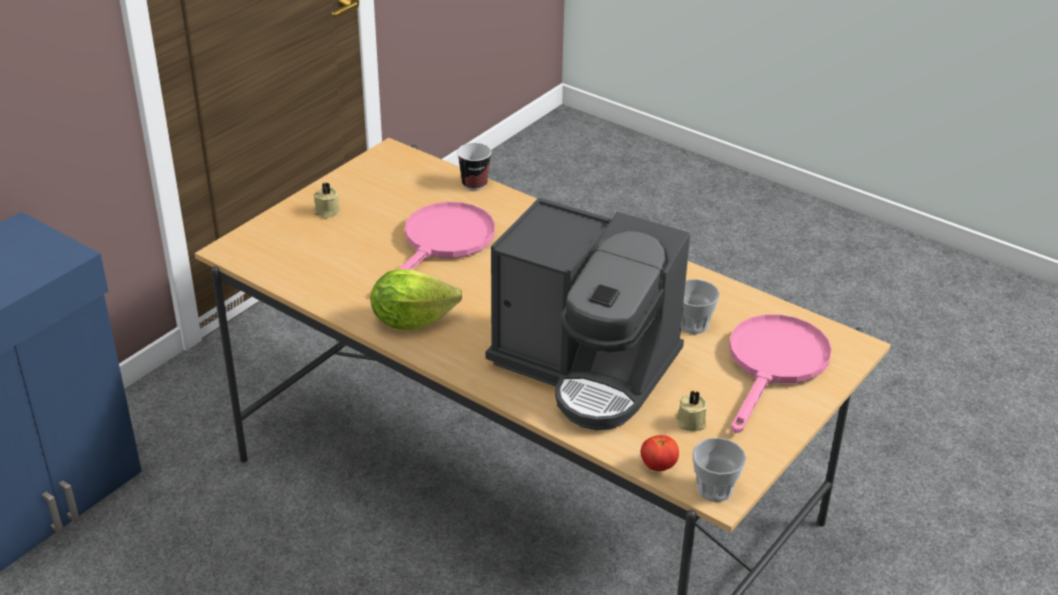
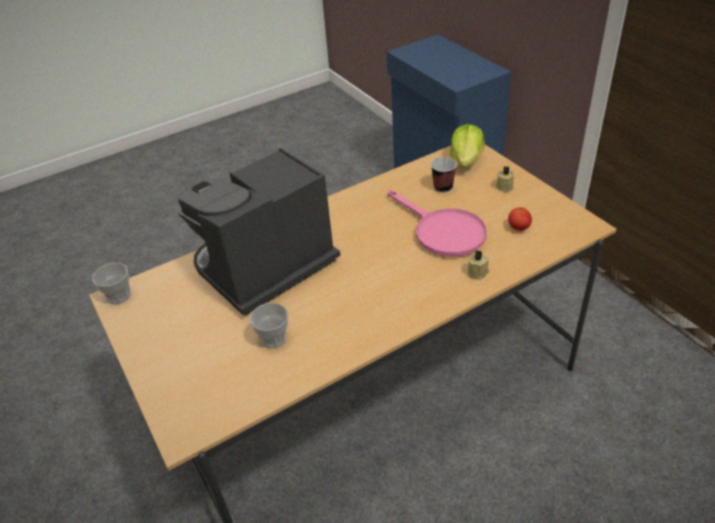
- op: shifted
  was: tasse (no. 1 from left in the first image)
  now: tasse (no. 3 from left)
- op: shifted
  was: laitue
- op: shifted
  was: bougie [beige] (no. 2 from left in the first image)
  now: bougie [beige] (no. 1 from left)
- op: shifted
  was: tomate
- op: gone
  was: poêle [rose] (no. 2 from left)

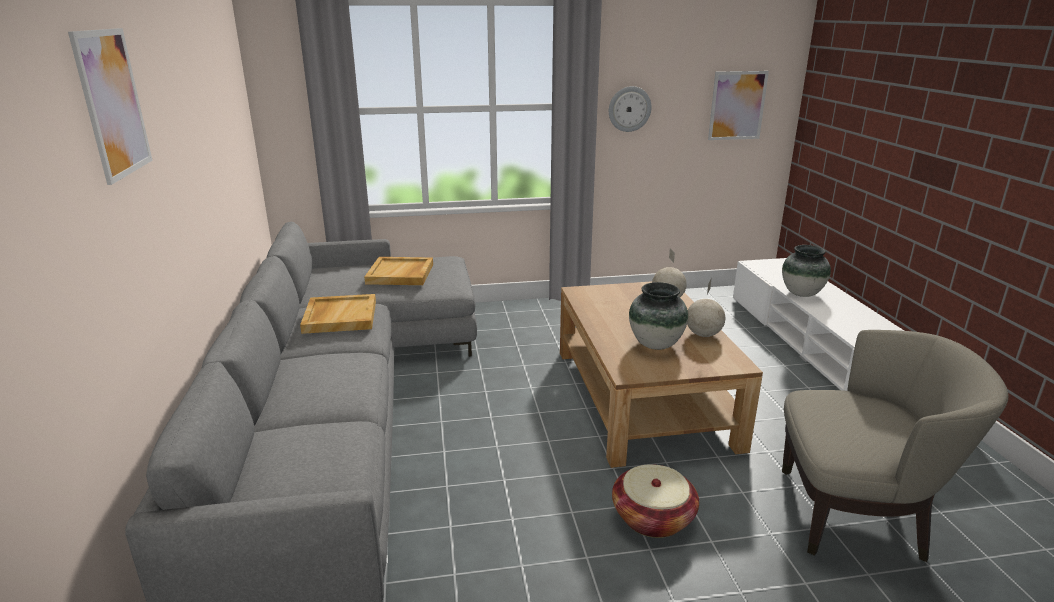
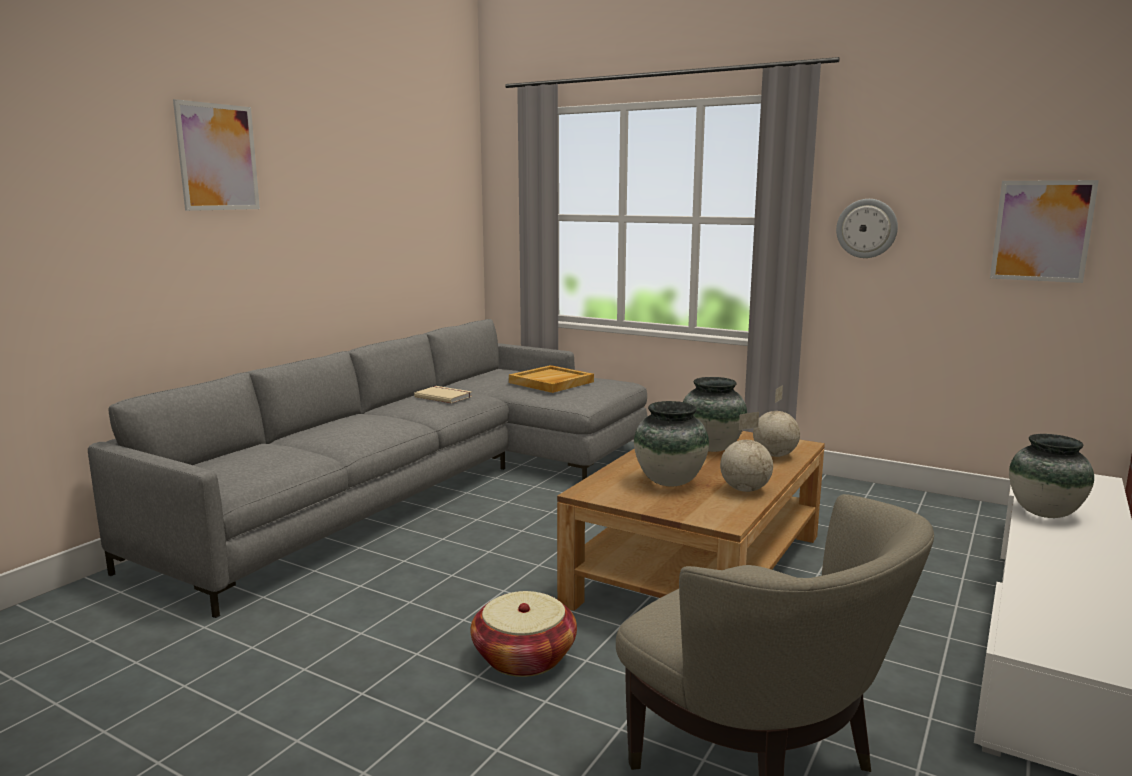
- op: swapped
  was: plateau [beige] (no. 1 from left)
  now: livre [beige]
- op: new
  now: vase (no. 2 from left)

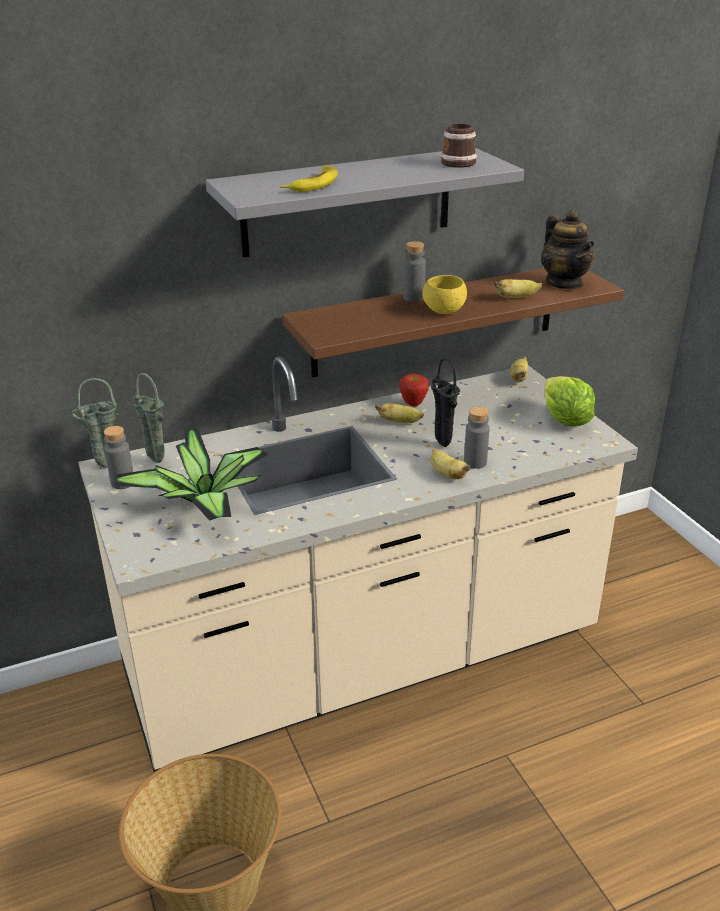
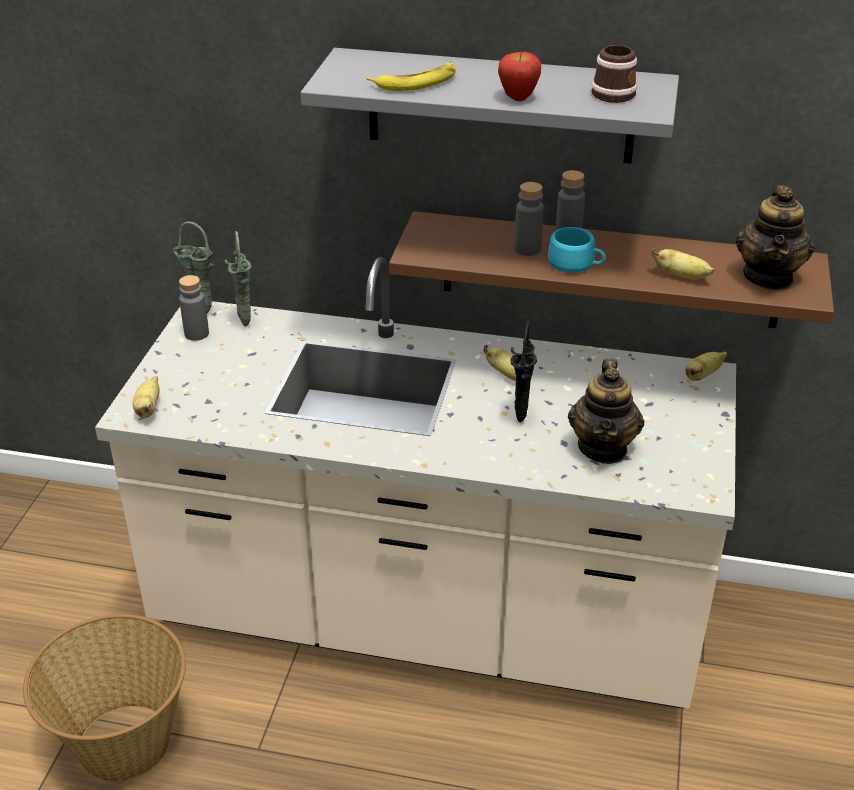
- op: shifted
  was: banane (no. 3 from left in the first image)
  now: banane (no. 1 from left)
- op: shifted
  was: pomme
- op: shifted
  was: bouteille [gris] (no. 3 from left in the first image)
  now: bouteille [gris] (no. 2 from left)
- op: swapped
  was: bol [jaune]
  now: tasse [turquoise]
- op: new
  now: théière (no. 1 from left)
- op: gone
  was: plante en pot
- op: gone
  was: laitue

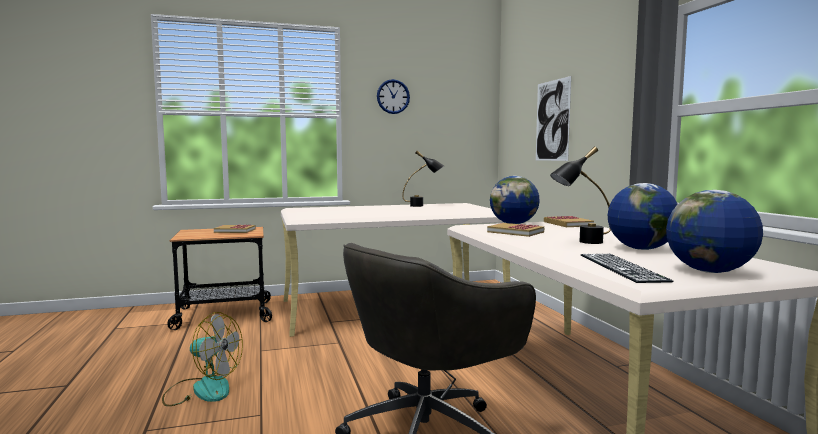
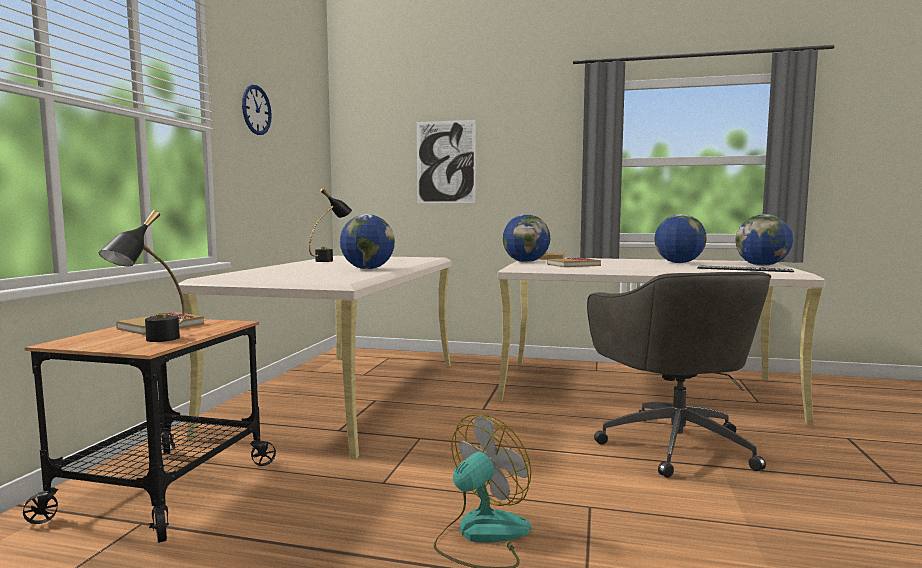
- op: shifted
  was: lampe de table [noir] (no. 2 from left in the first image)
  now: lampe de table [noir] (no. 1 from left)
- op: new
  now: globe (no. 1 from left)

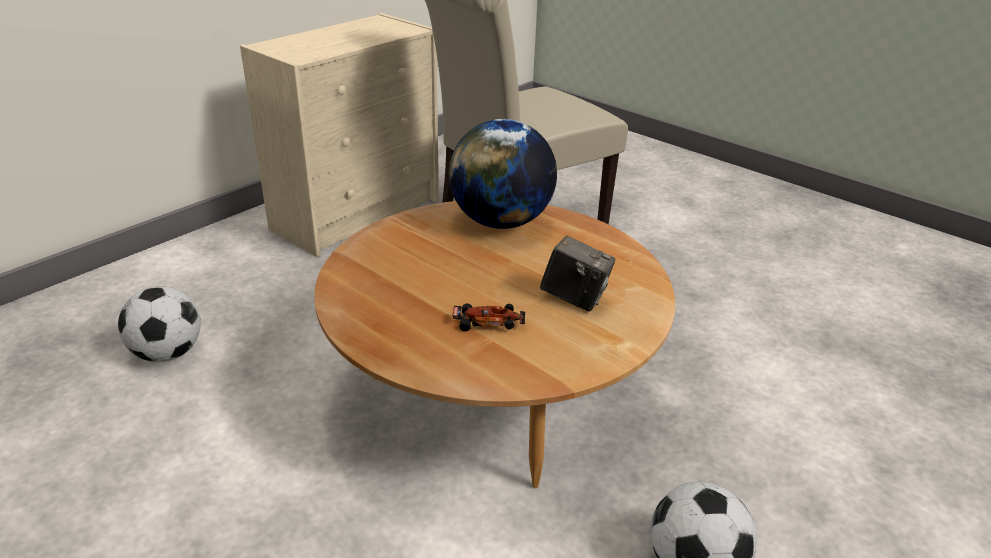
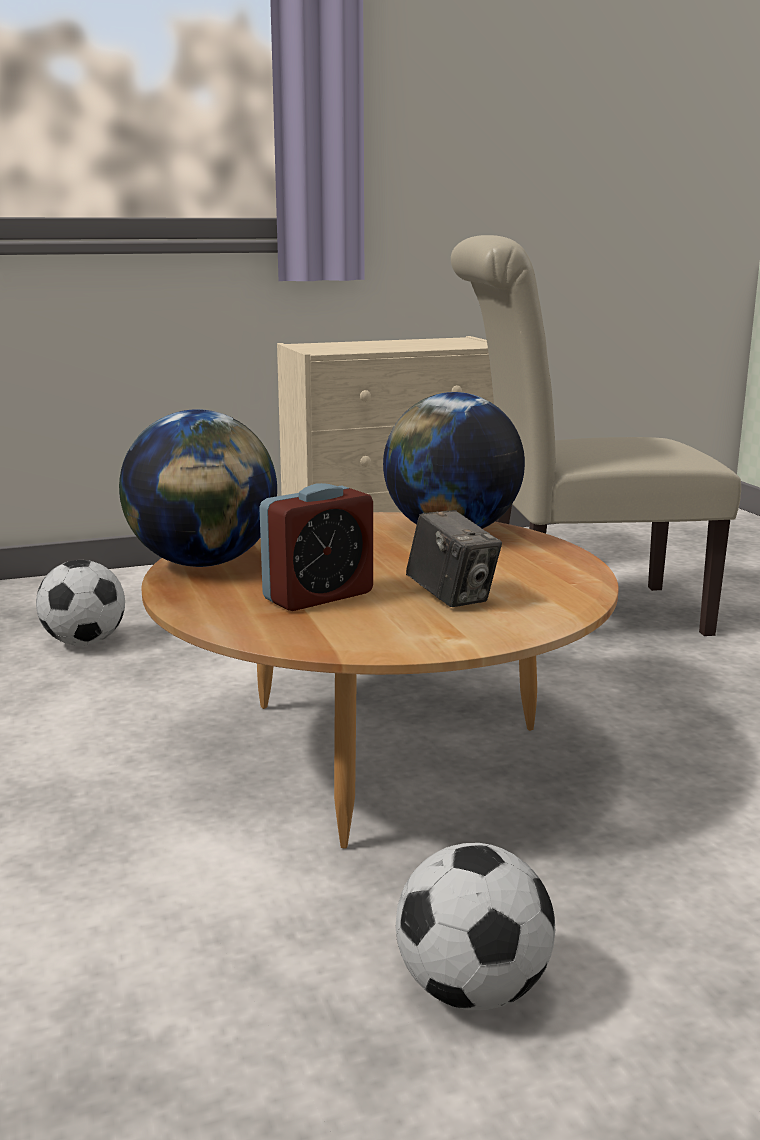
- op: new
  now: globe (no. 1 from left)
- op: swapped
  was: petite voiture
  now: réveil

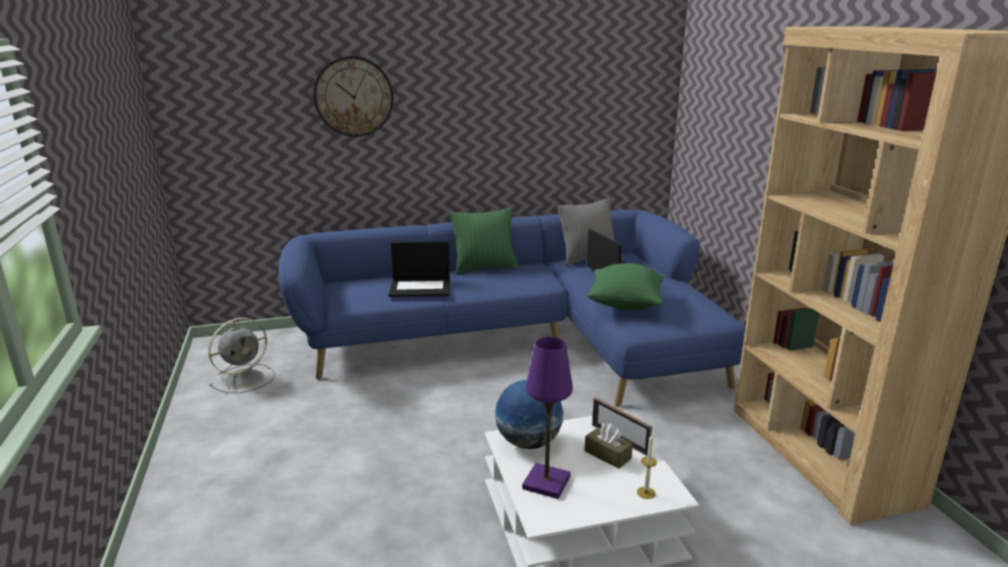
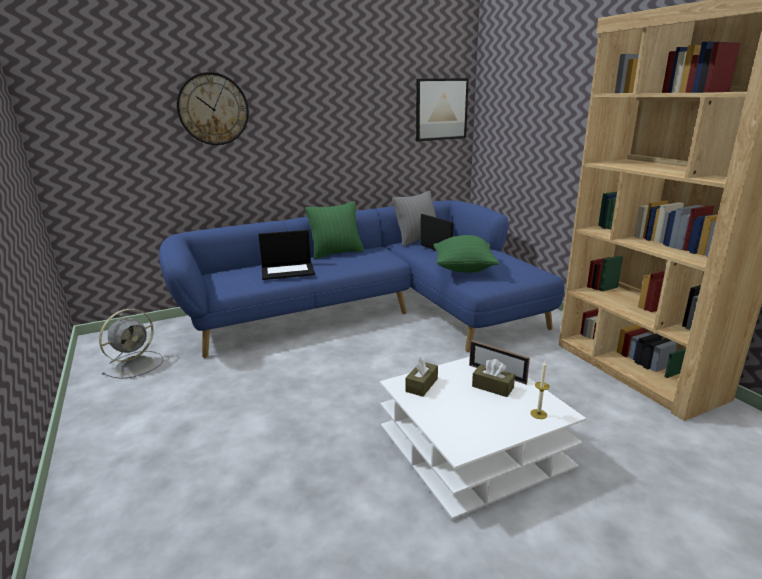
- op: swapped
  was: globe
  now: boîte à mouchoirs [marron] (no. 1 from left)
- op: new
  now: tableau
- op: gone
  was: lampe de table [violet]

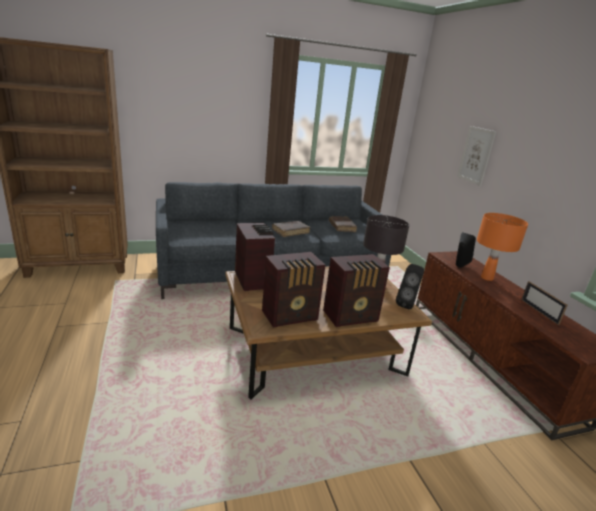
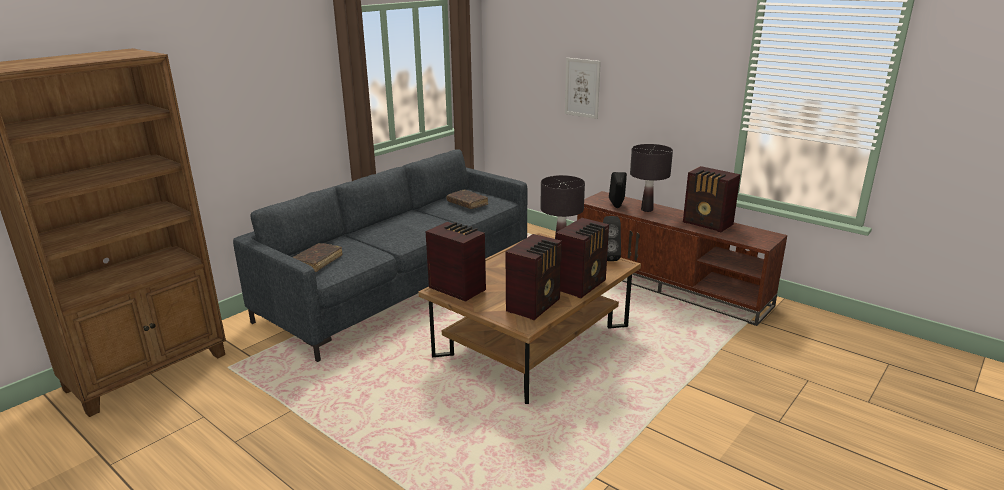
- op: shifted
  was: livre [marron] (no. 1 from left)
- op: repainted
  was: lampe de table [orange]
  now: lampe de table [noir] (no. 2 from left)
- op: swapped
  was: cadre photo
  now: radio (no. 4 from left)

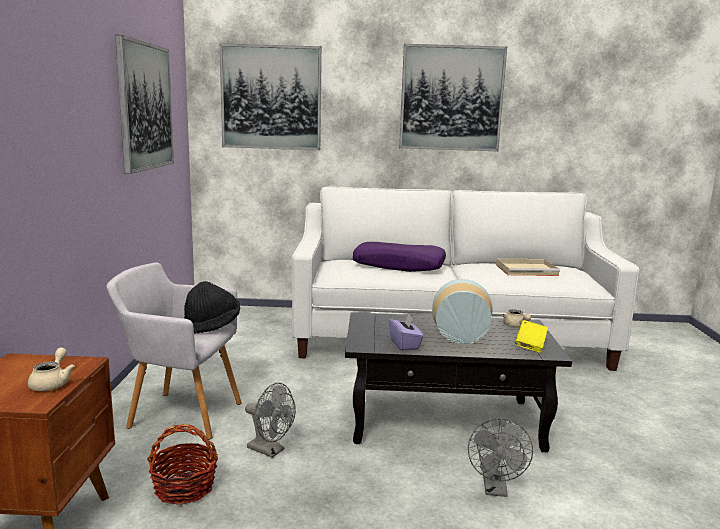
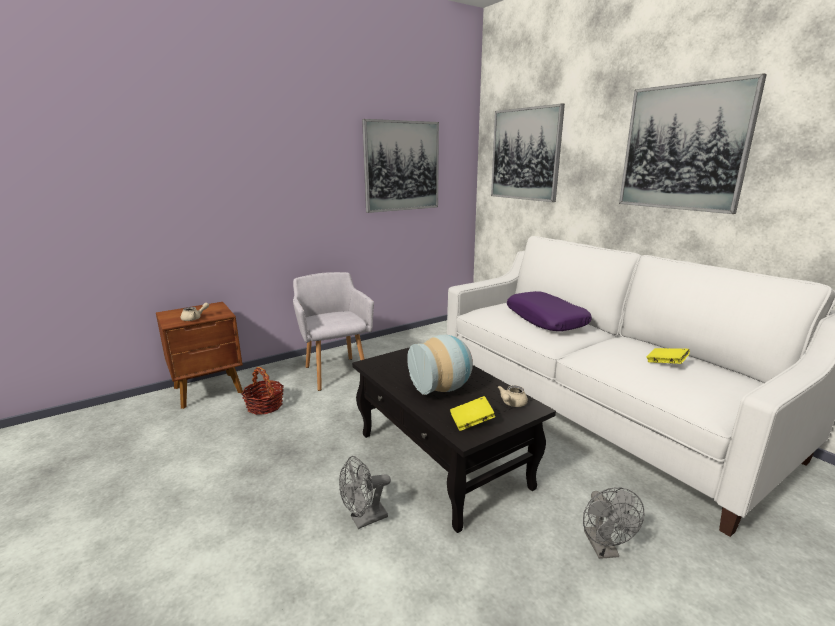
- op: shifted
  was: ventilateur [gris] (no. 1 from left in the first image)
  now: ventilateur [gris] (no. 2 from left)
- op: swapped
  was: plateau [beige]
  now: livre [jaune] (no. 2 from left)
- op: gone
  was: chapeau [noir]
- op: gone
  was: boîte à mouchoirs [violet]

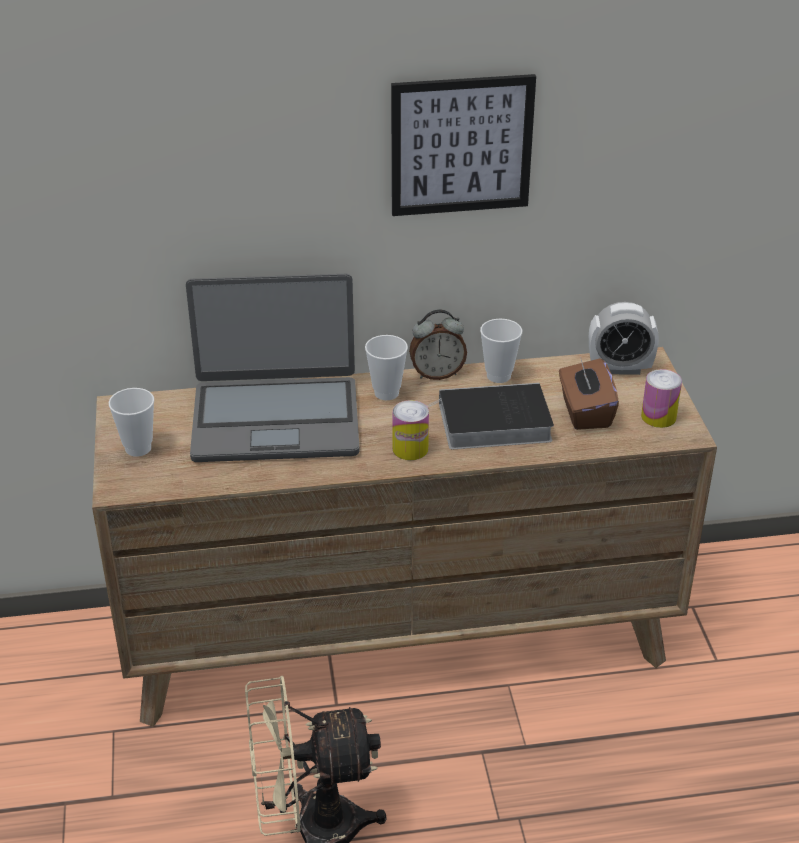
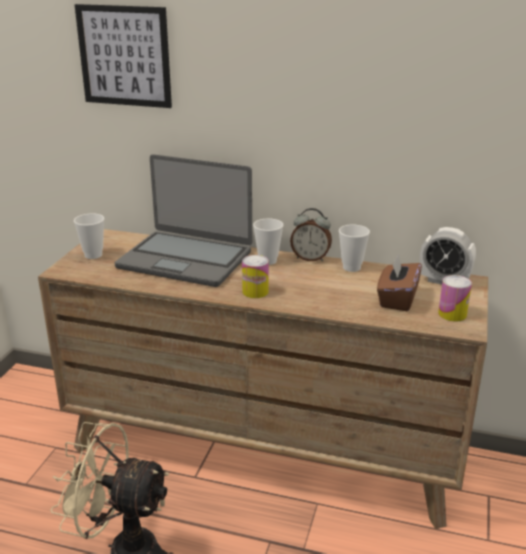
- op: shifted
  was: tableau
- op: gone
  was: livre

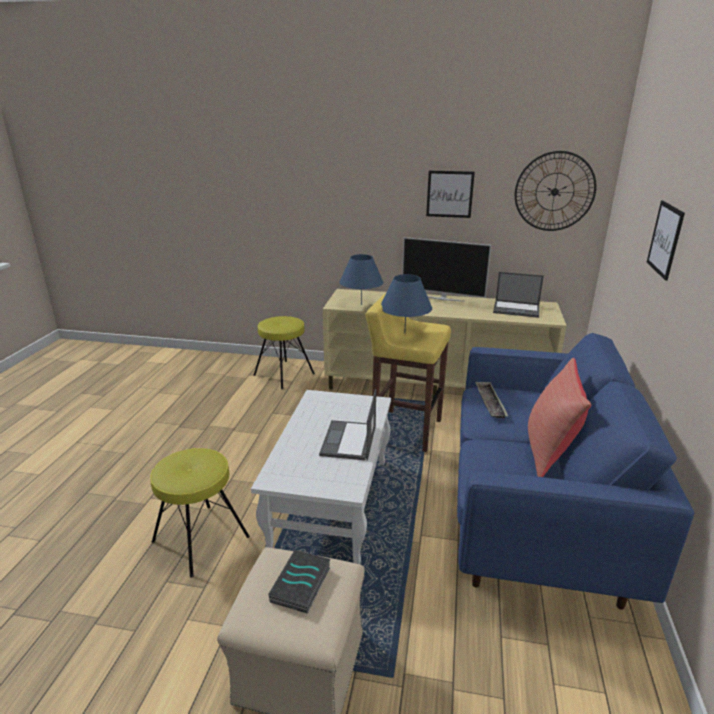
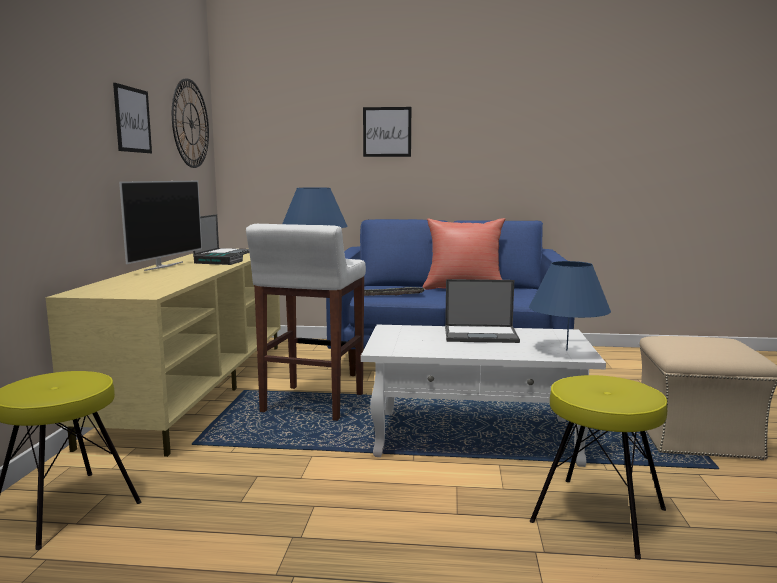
- op: shifted
  was: livre
- op: repainted
  was: tabouret [jaune] (no. 3 from left)
  now: tabouret [blanc]
- op: shifted
  was: lampe de table [bleu] (no. 1 from left in the first image)
  now: lampe de table [bleu] (no. 2 from left)

